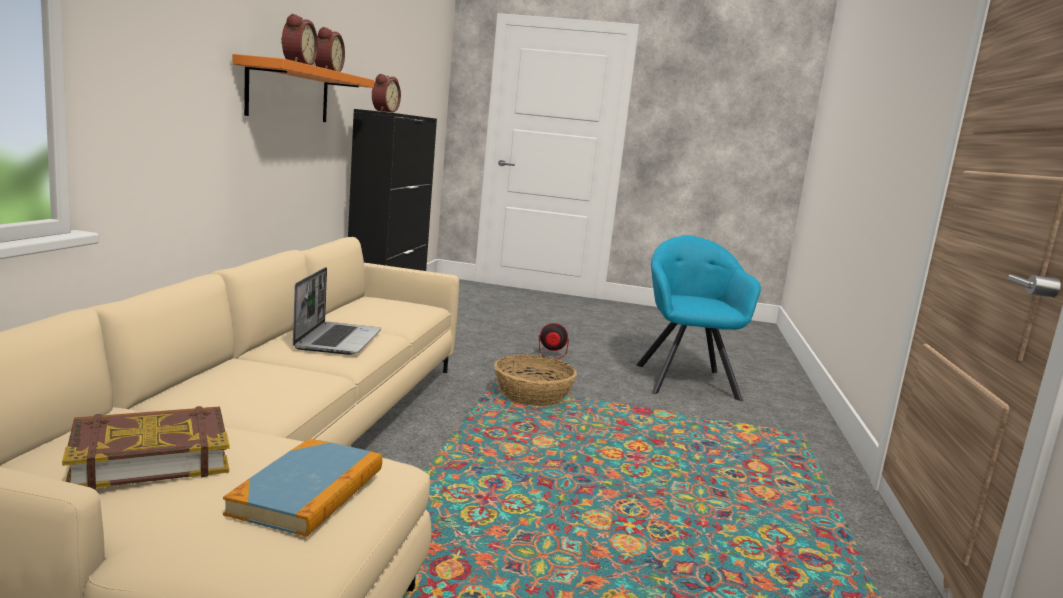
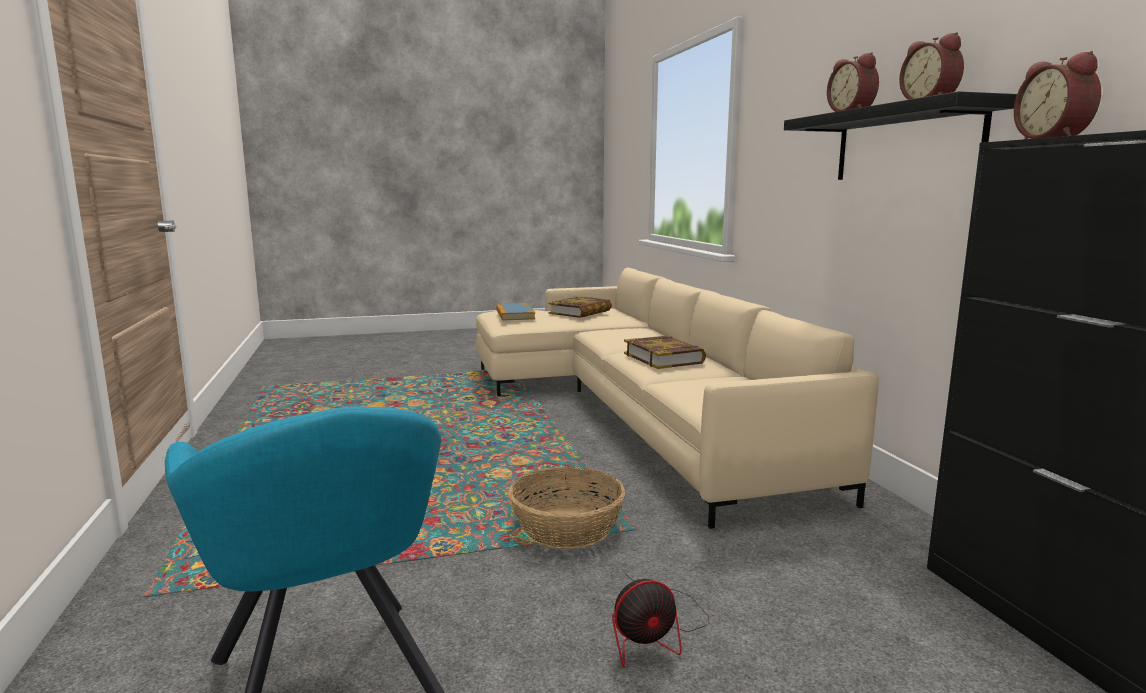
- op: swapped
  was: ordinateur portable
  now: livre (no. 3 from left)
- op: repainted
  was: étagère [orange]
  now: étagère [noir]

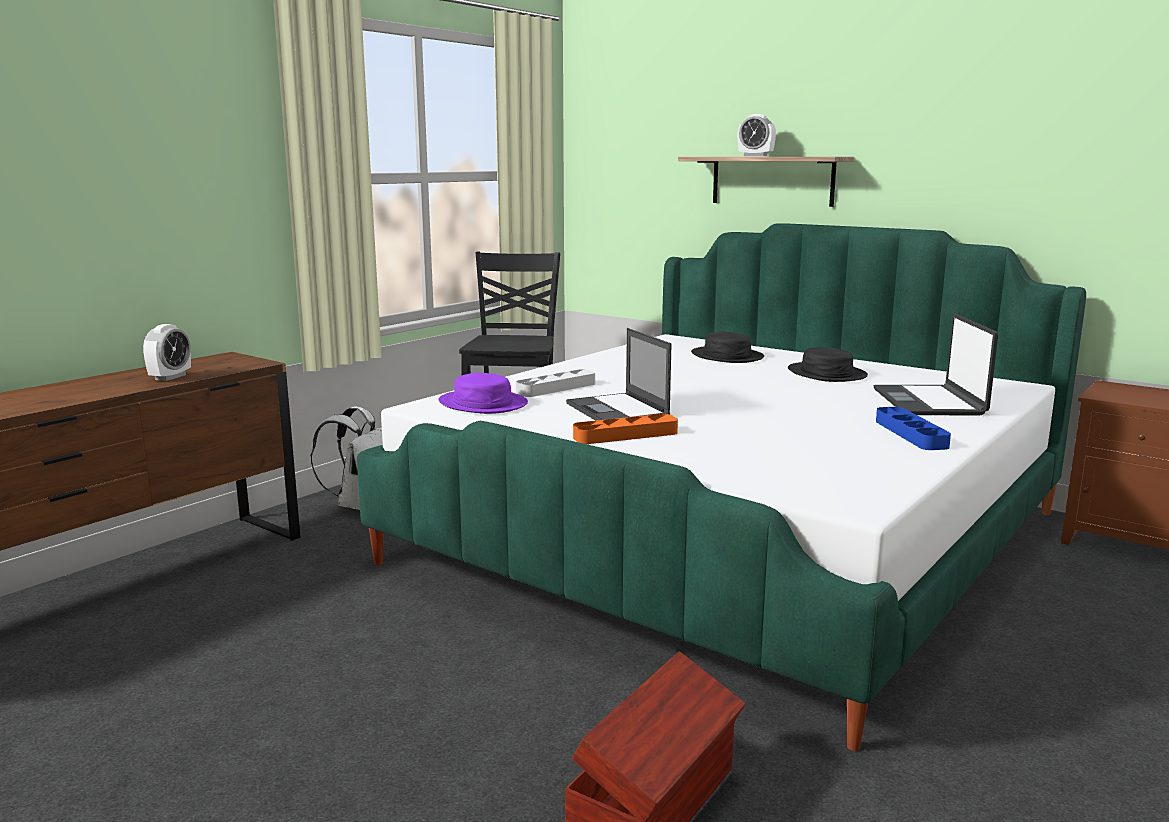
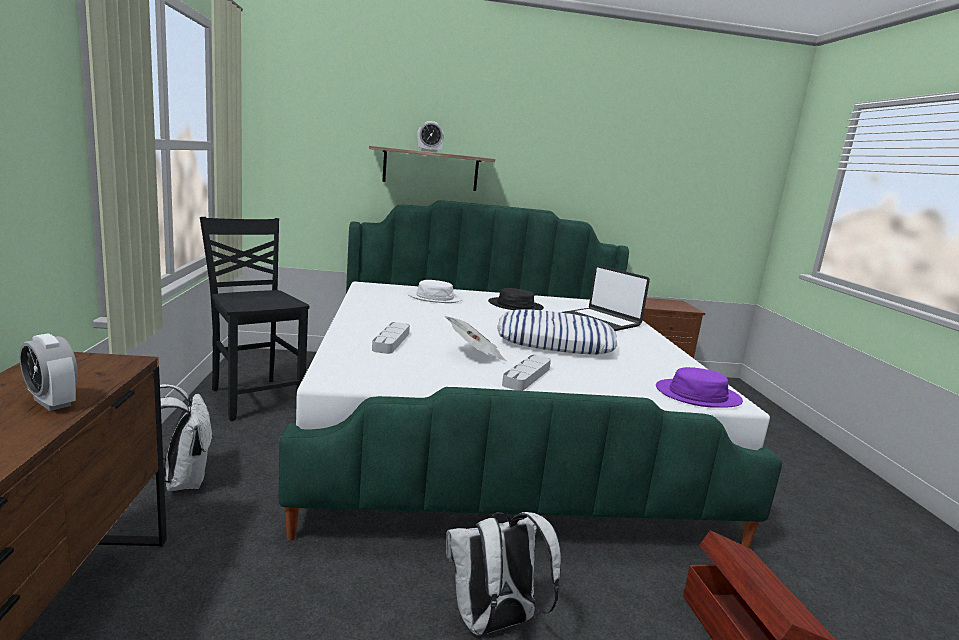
- op: rotated
  was: réveil (no. 1 from left)
  clockwise: 150
- op: repainted
  was: chapeau [noir] (no. 1 from left)
  now: chapeau [blanc]
- op: swapped
  was: ordinateur portable (no. 1 from left)
  now: journal
- op: new
  now: sac à dos [blanc] (no. 2 from left)
- op: new
  now: coussin
- op: repainted
  was: plateau [orange]
  now: plateau [gris] (no. 2 from left)
- op: shifted
  was: chapeau [violet]
- op: gone
  was: plateau [bleu]

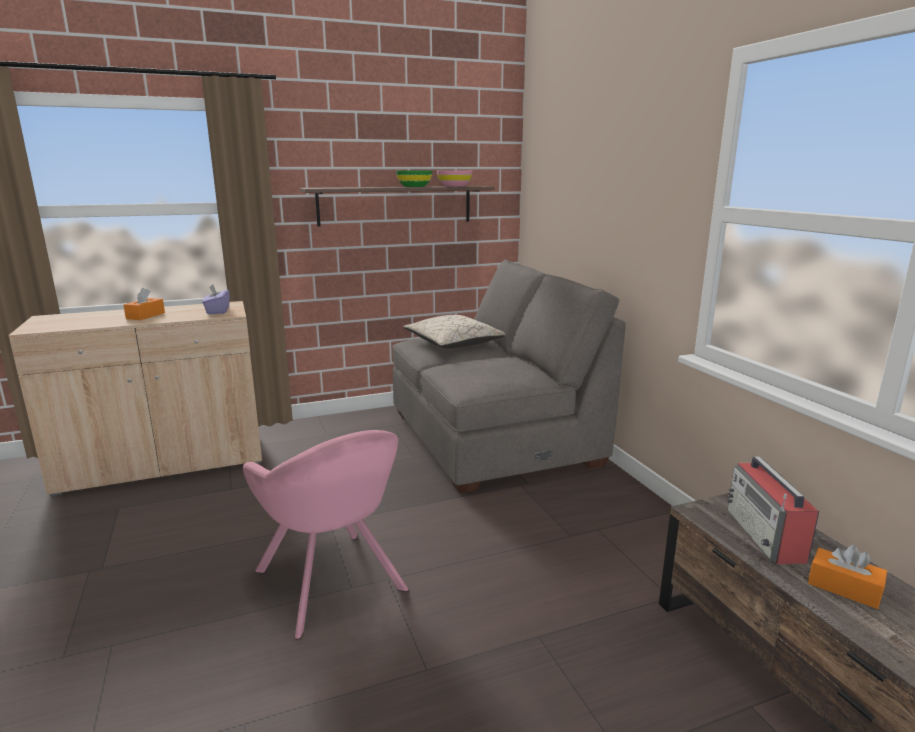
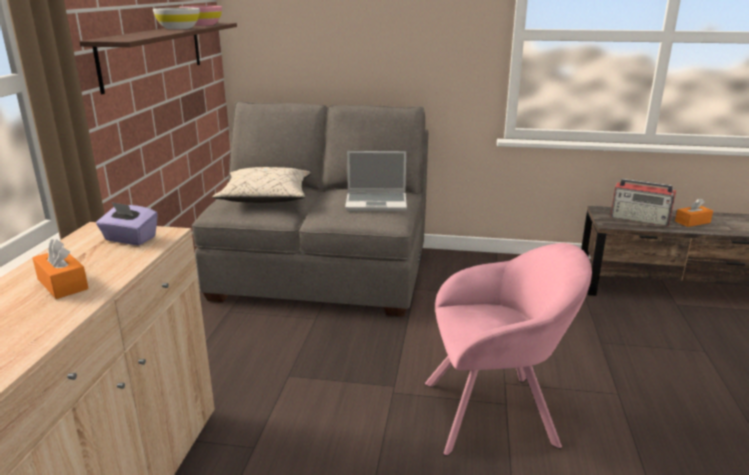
- op: repainted
  was: bol [vert]
  now: bol [blanc]
- op: new
  now: ordinateur portable

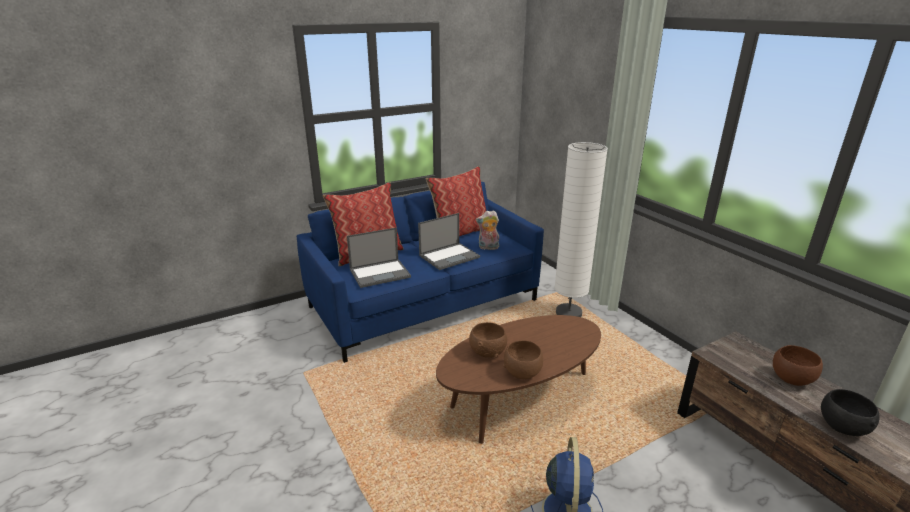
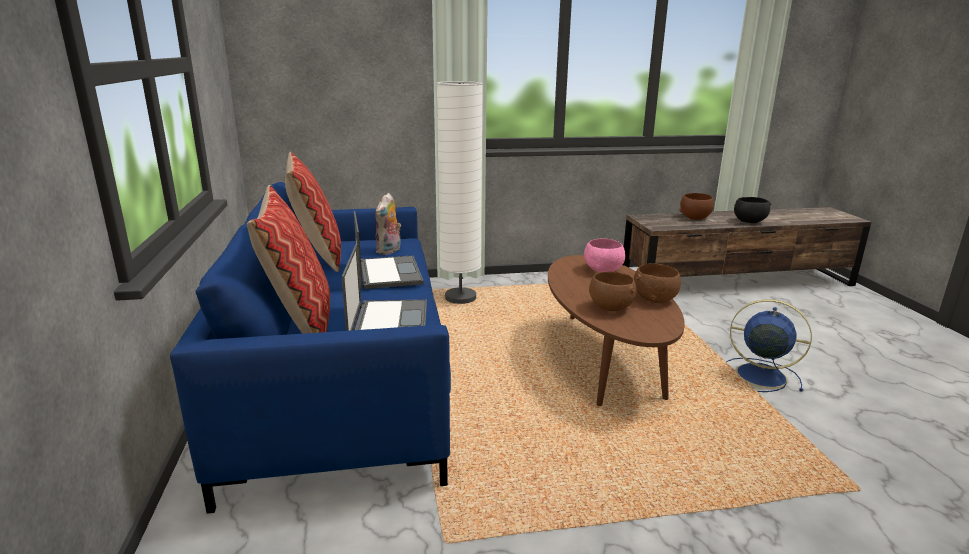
- op: new
  now: bol [rose]

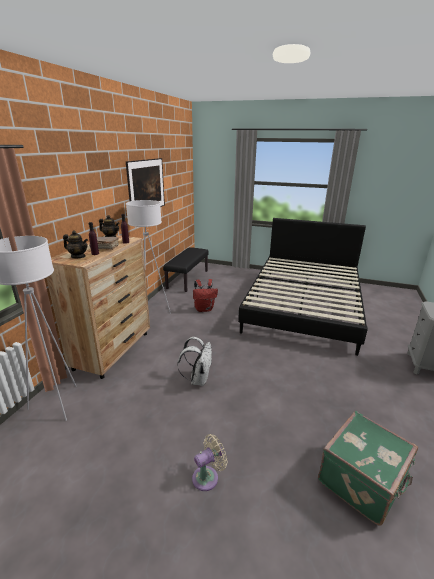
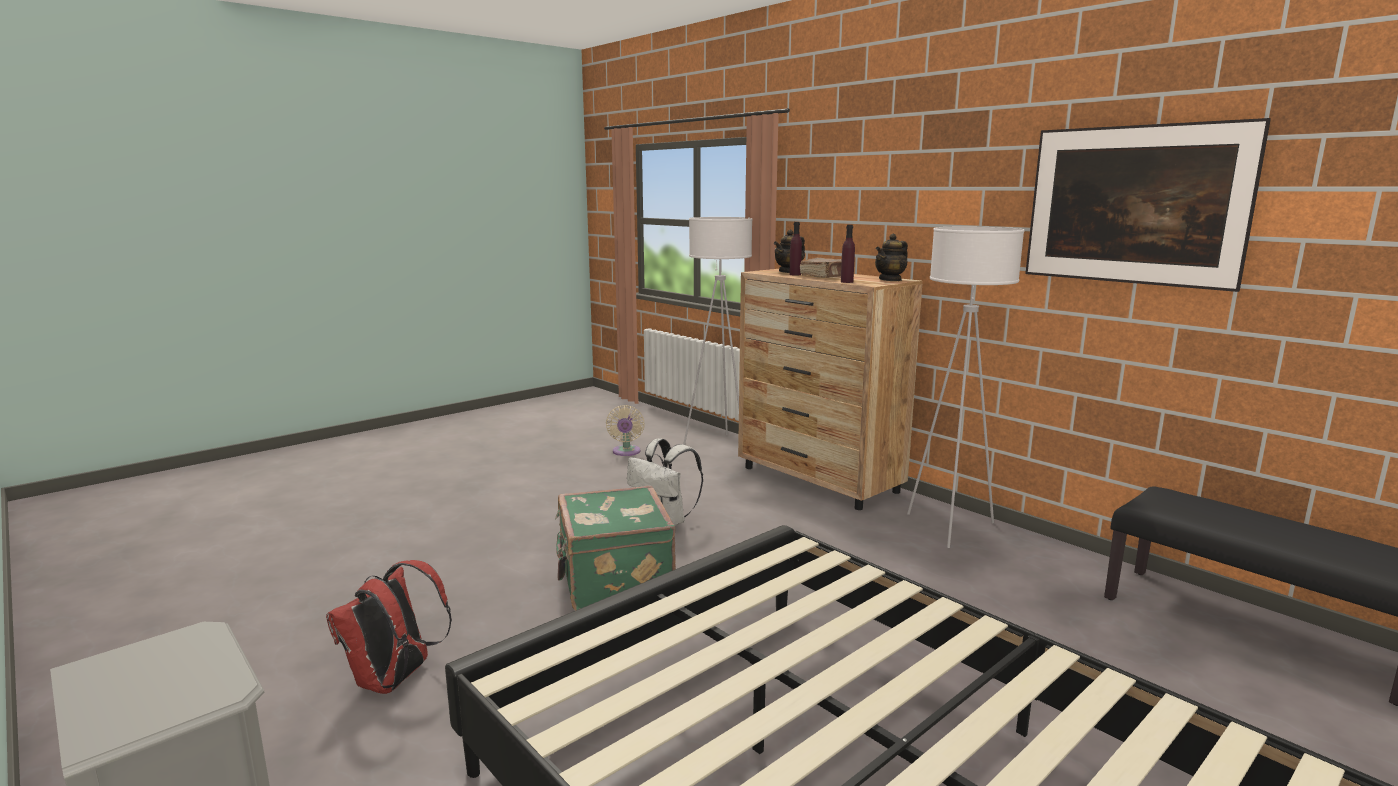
- op: shifted
  was: sac à dos [rouge]
- op: shifted
  was: valise [vert]
- op: shifted
  was: ventilateur [beige]

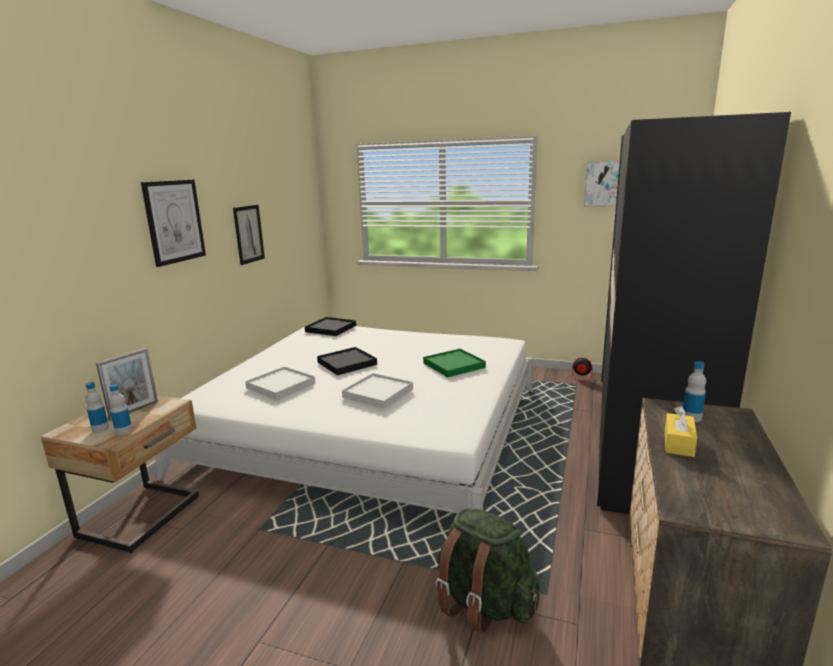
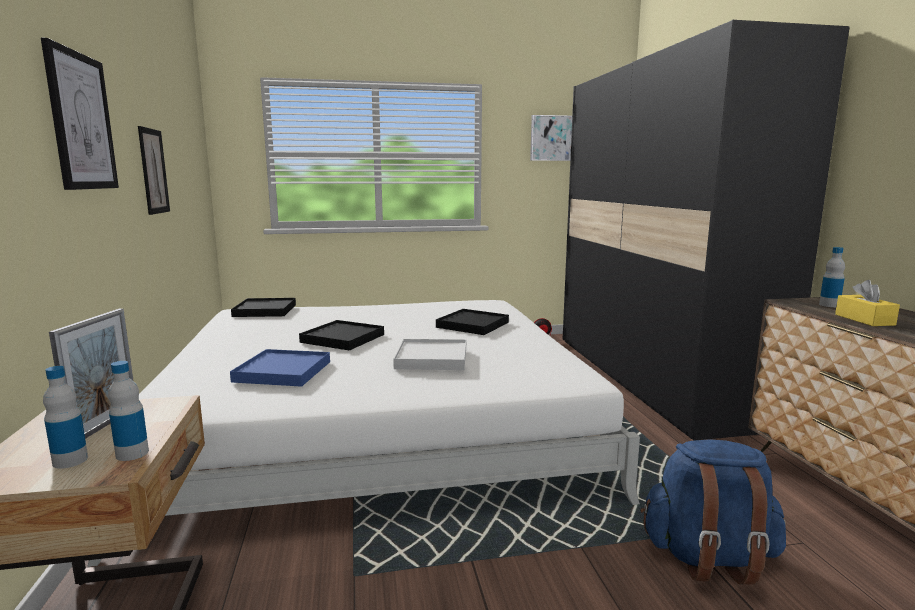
- op: repainted
  was: plateau [blanc] (no. 1 from left)
  now: plateau [bleu]
- op: repainted
  was: plateau [vert]
  now: plateau [noir] (no. 3 from left)
- op: repainted
  was: sac à dos [vert]
  now: sac à dos [bleu]

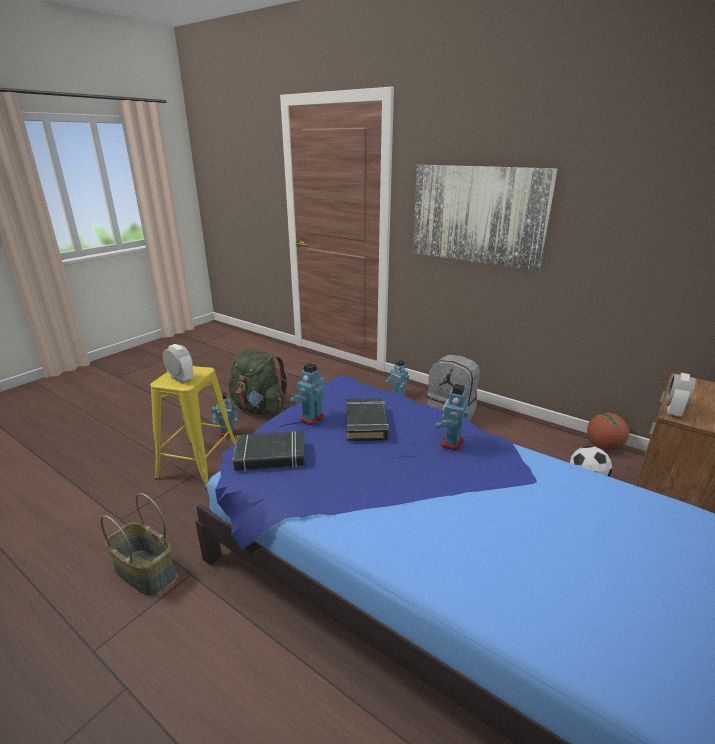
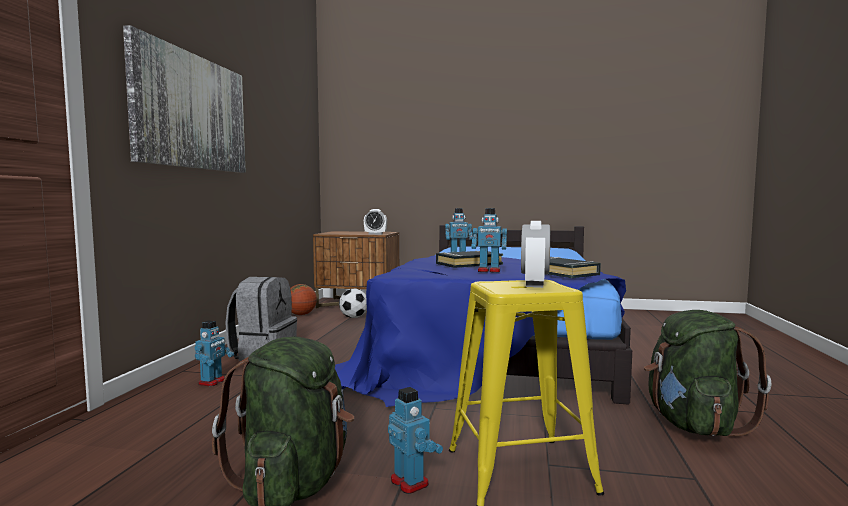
- op: swapped
  was: panier
  now: sac à dos [vert] (no. 2 from left)

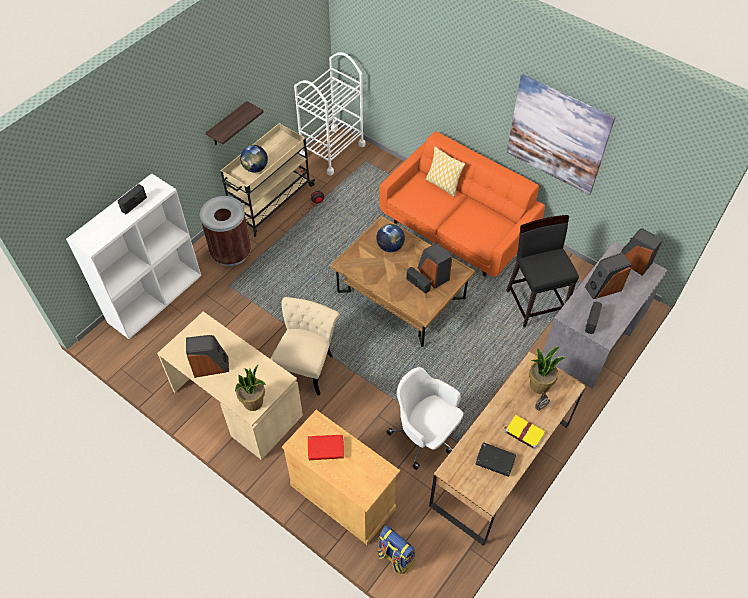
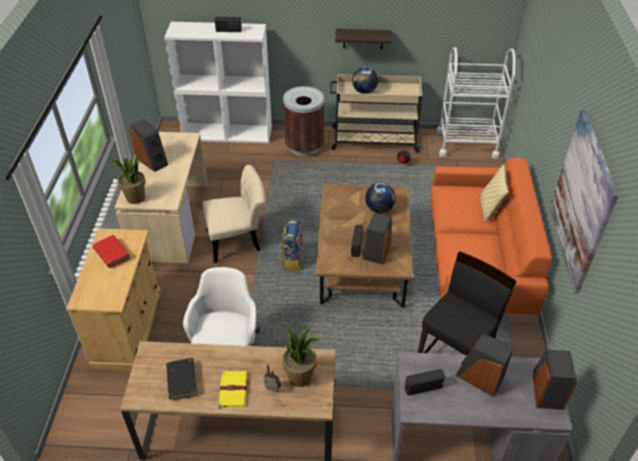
- op: shifted
  was: sac à dos

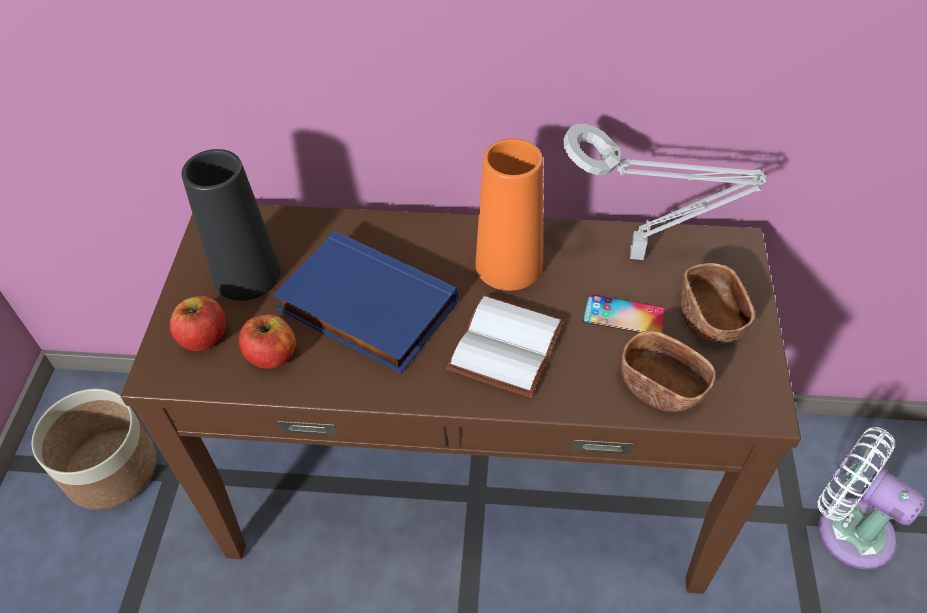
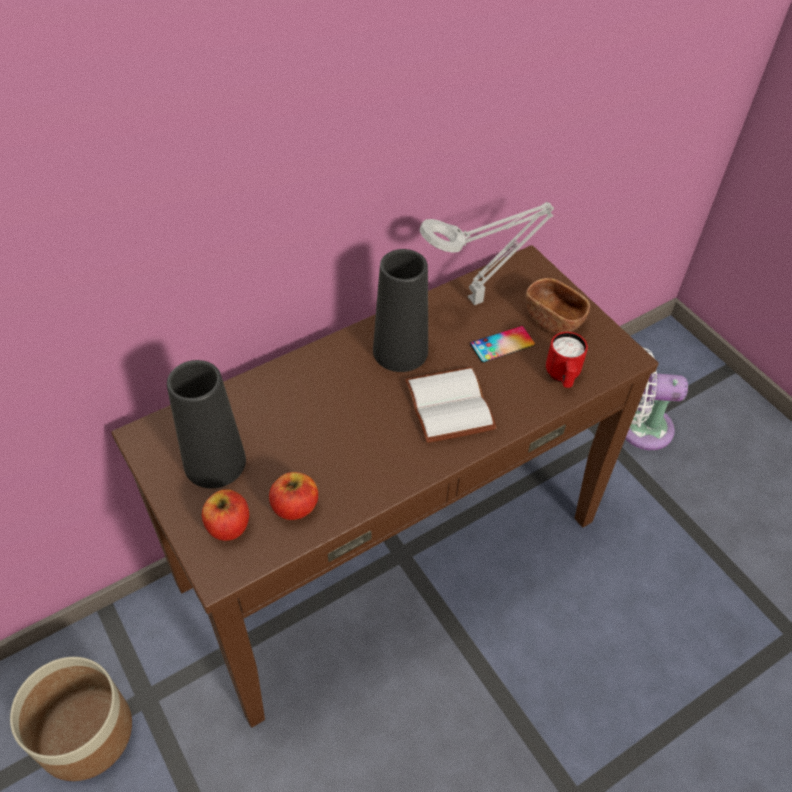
- op: repainted
  was: vase [orange]
  now: vase [noir] (no. 2 from left)
- op: swapped
  was: bol [marron] (no. 1 from left)
  now: mug [rouge]
- op: gone
  was: livre [bleu]

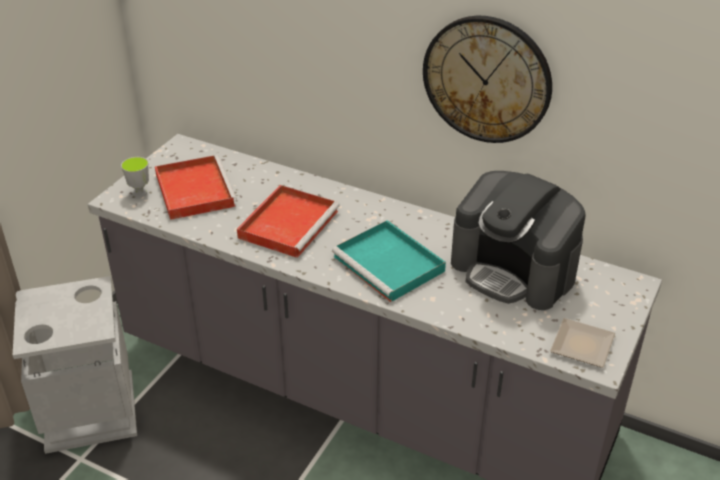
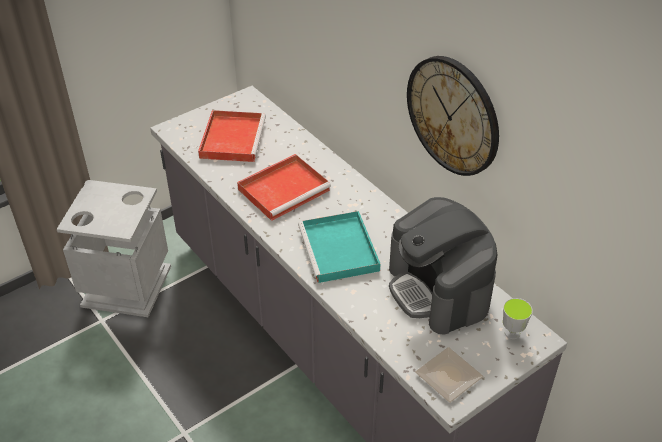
- op: shifted
  was: tasse

